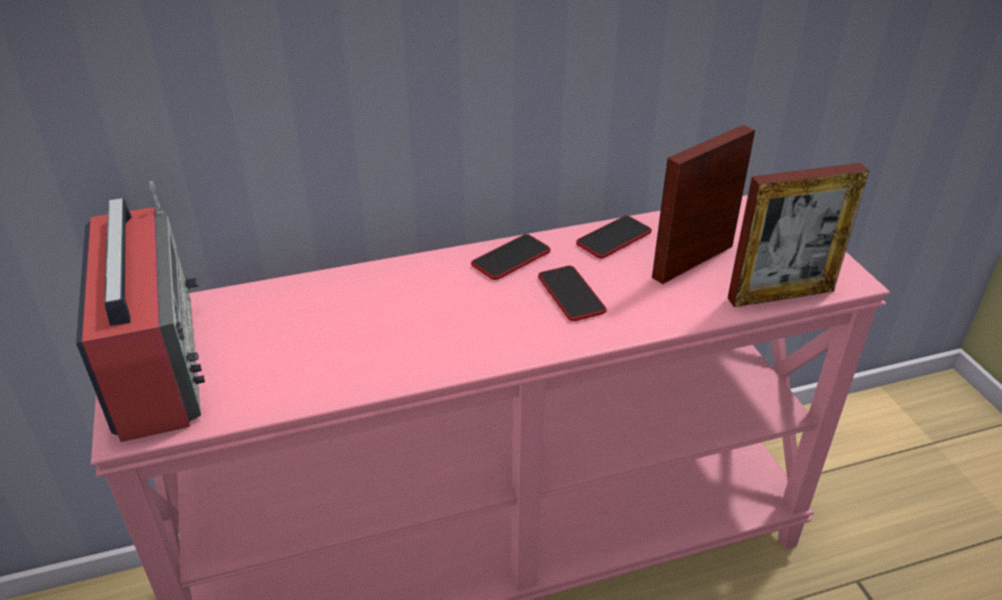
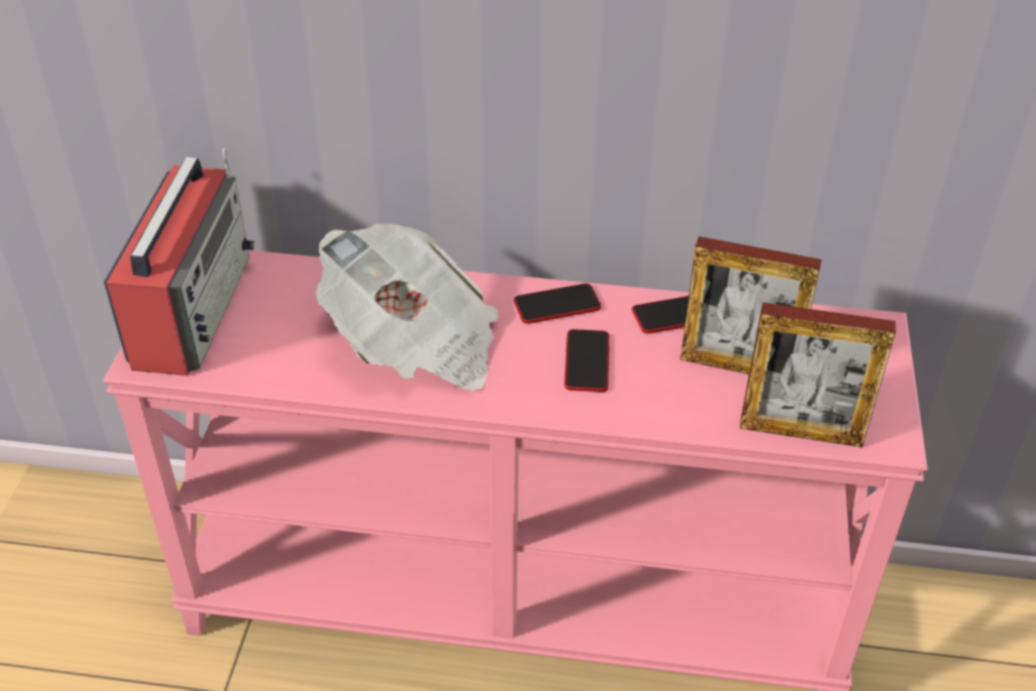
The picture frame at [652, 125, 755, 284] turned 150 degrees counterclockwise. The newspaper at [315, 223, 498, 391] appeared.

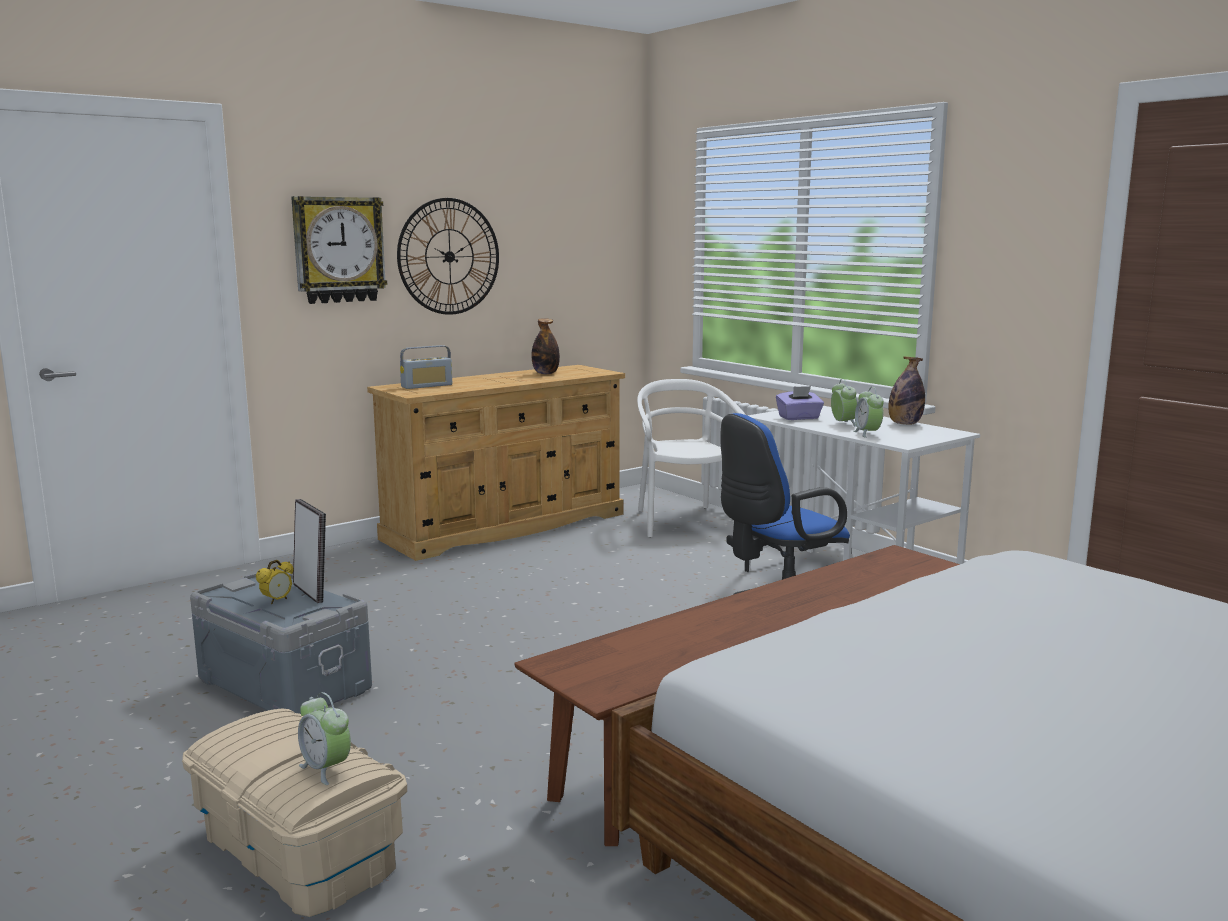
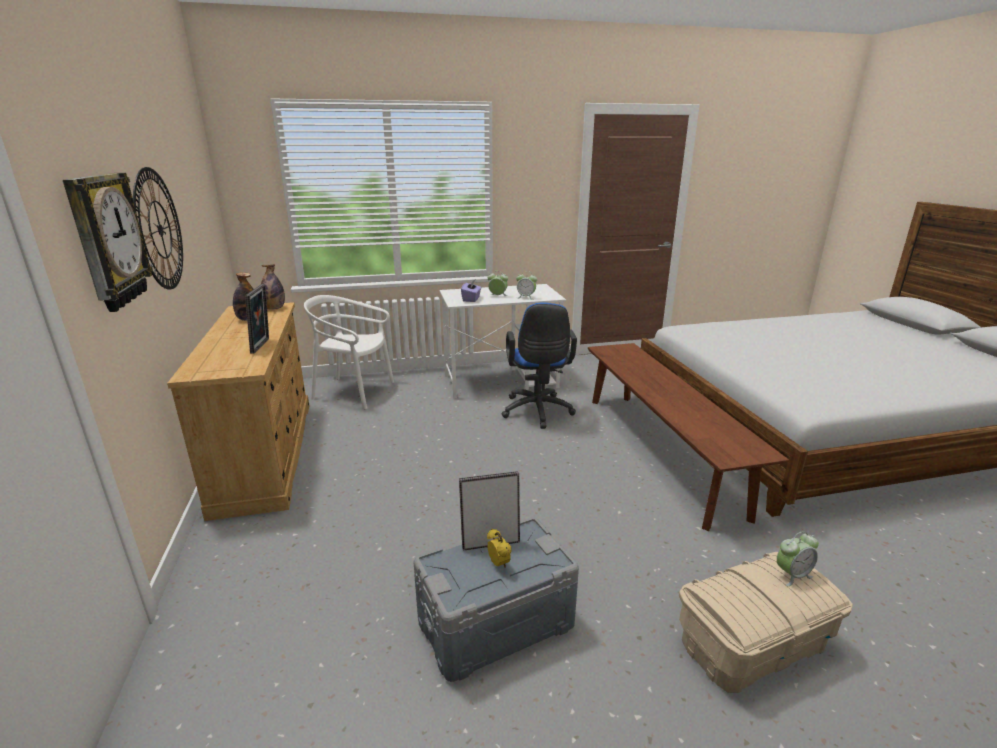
The radio at [400, 345, 452, 389] disappeared. The bottle moved from [888, 356, 925, 425] to [261, 264, 285, 310]. The picture frame at [245, 284, 269, 354] appeared.

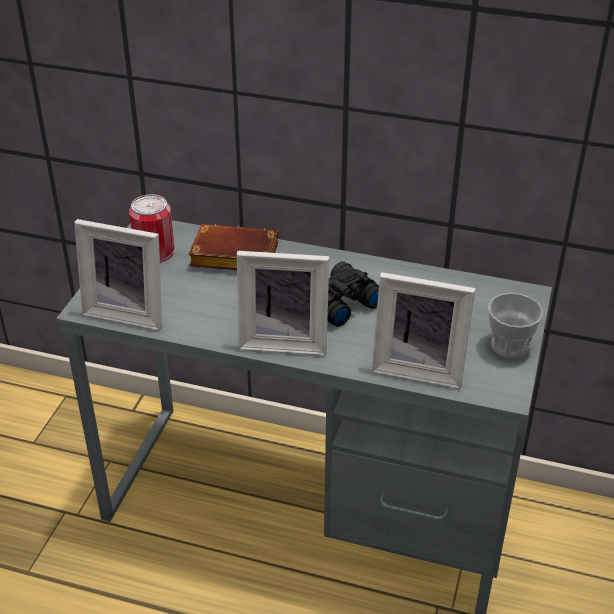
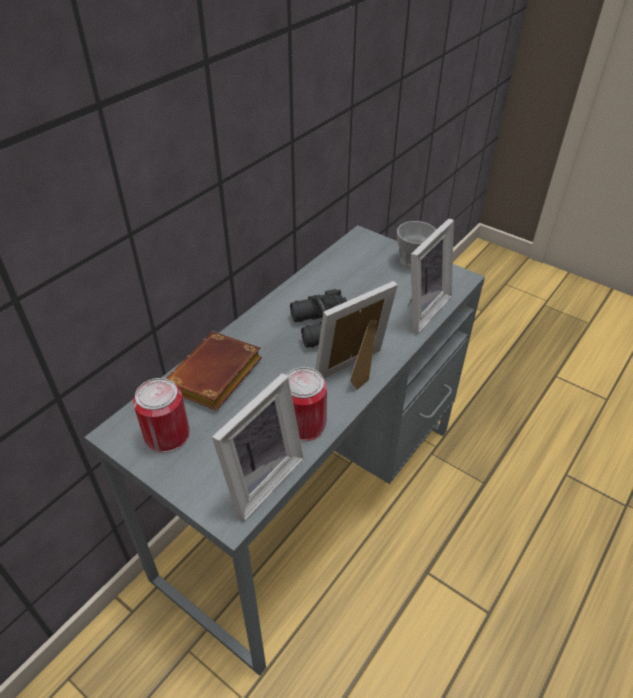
The picture frame at [237, 251, 329, 355] turned 150 degrees counterclockwise. The can at [286, 367, 327, 442] appeared.

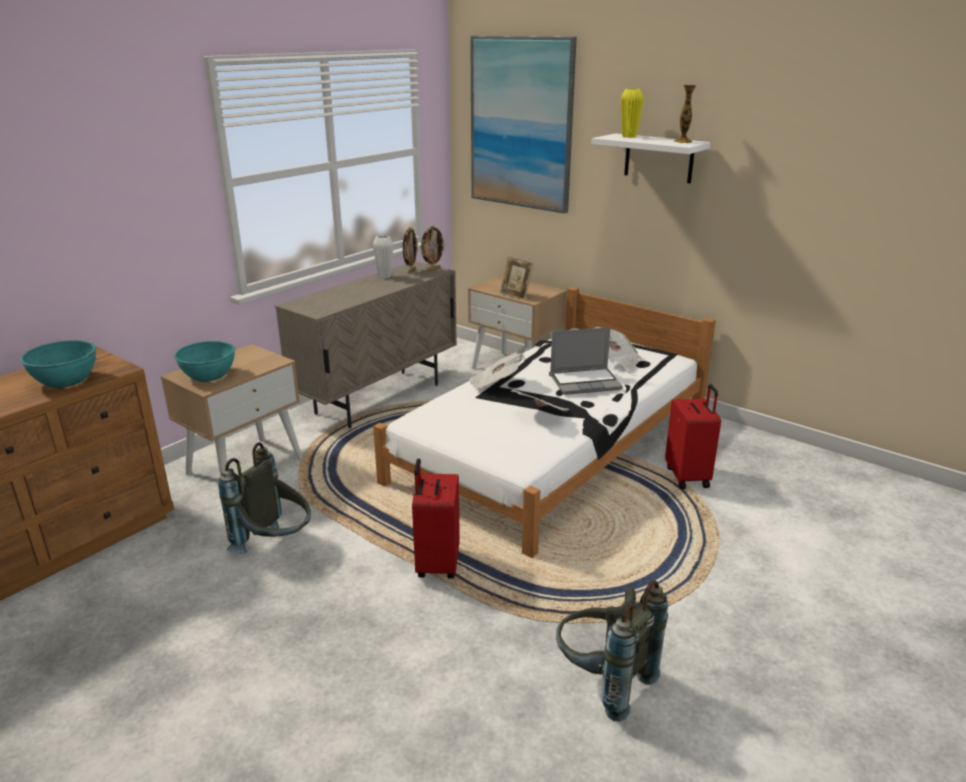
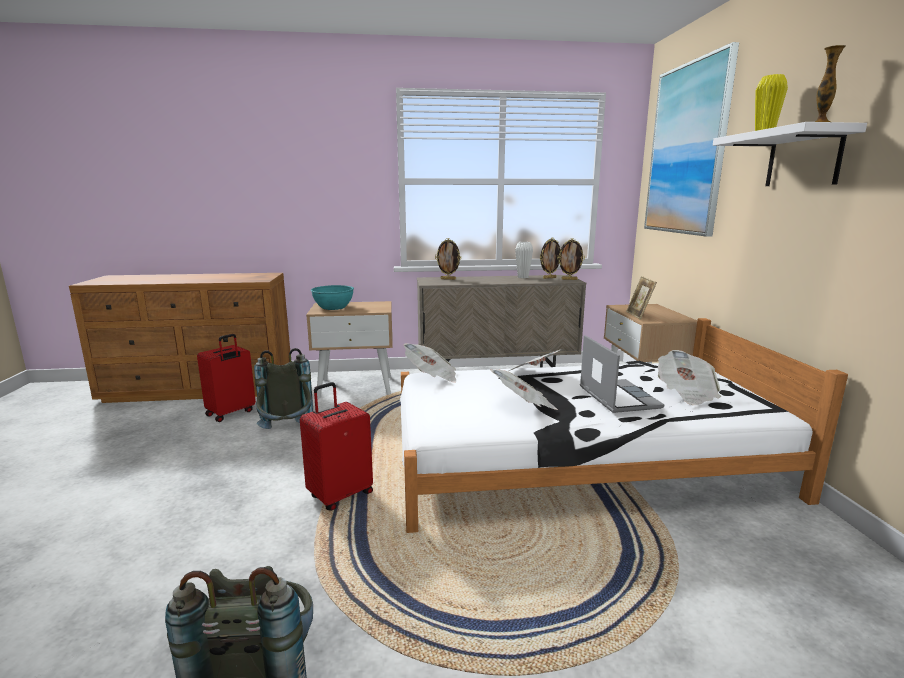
The turquoise bowl at [20, 340, 96, 388] disappeared. The laptop at [550, 327, 623, 395] turned 135 degrees counterclockwise. The red suitcase moved from [665, 384, 721, 489] to [197, 334, 256, 422]. The newspaper at [404, 343, 456, 382] appeared. The picture frame at [435, 238, 461, 280] appeared.

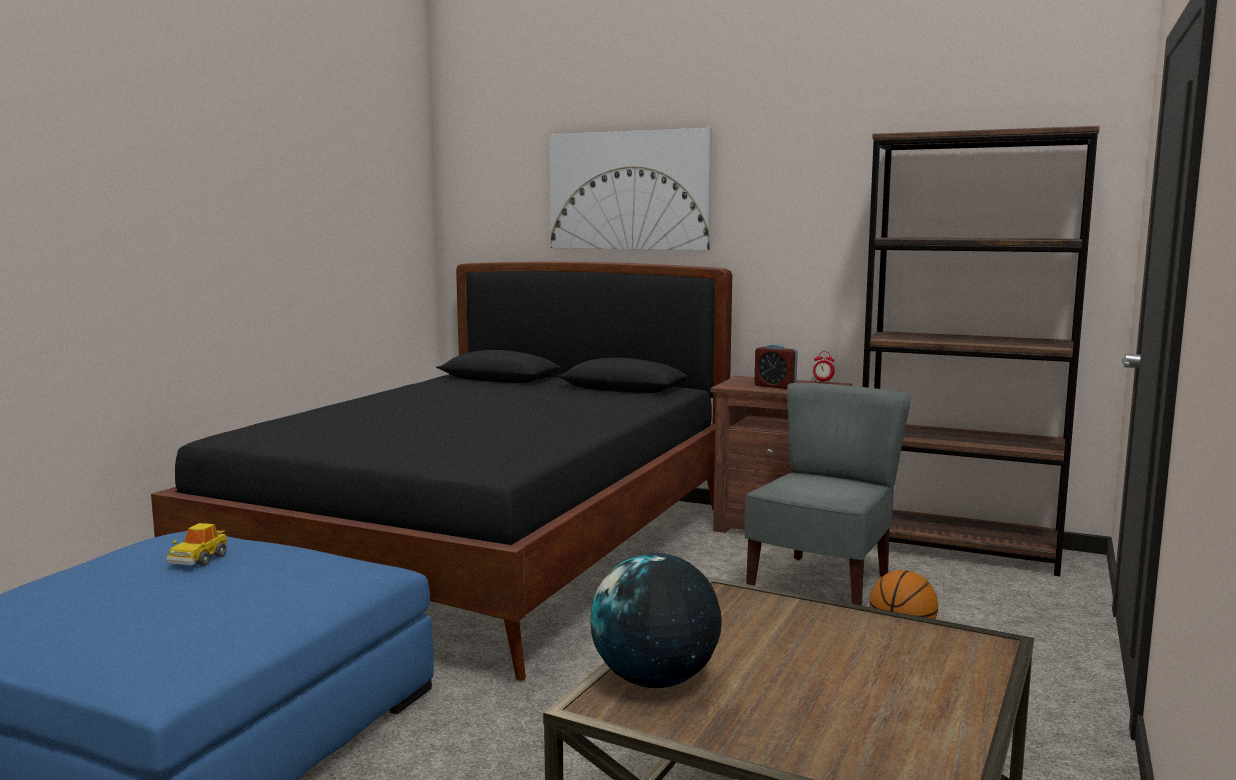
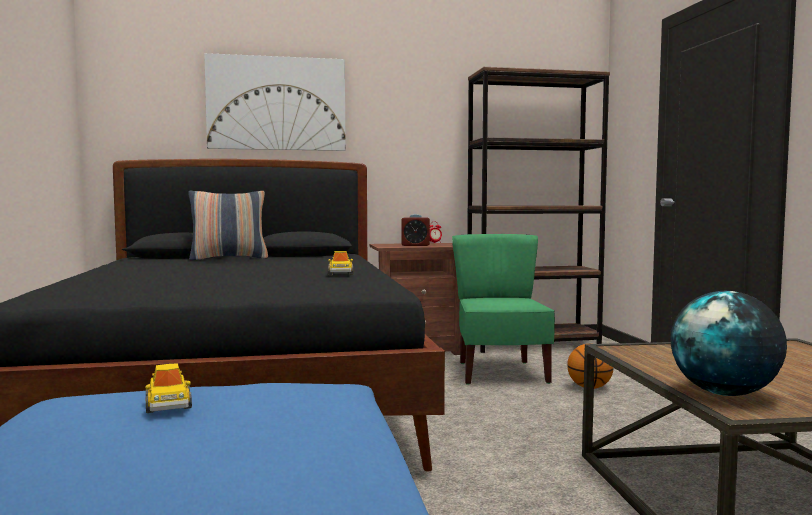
The grey chair at [745, 383, 911, 606] became the green chair at [452, 234, 555, 385]. The pillow at [188, 191, 268, 260] appeared. The toy car at [328, 251, 353, 275] appeared.

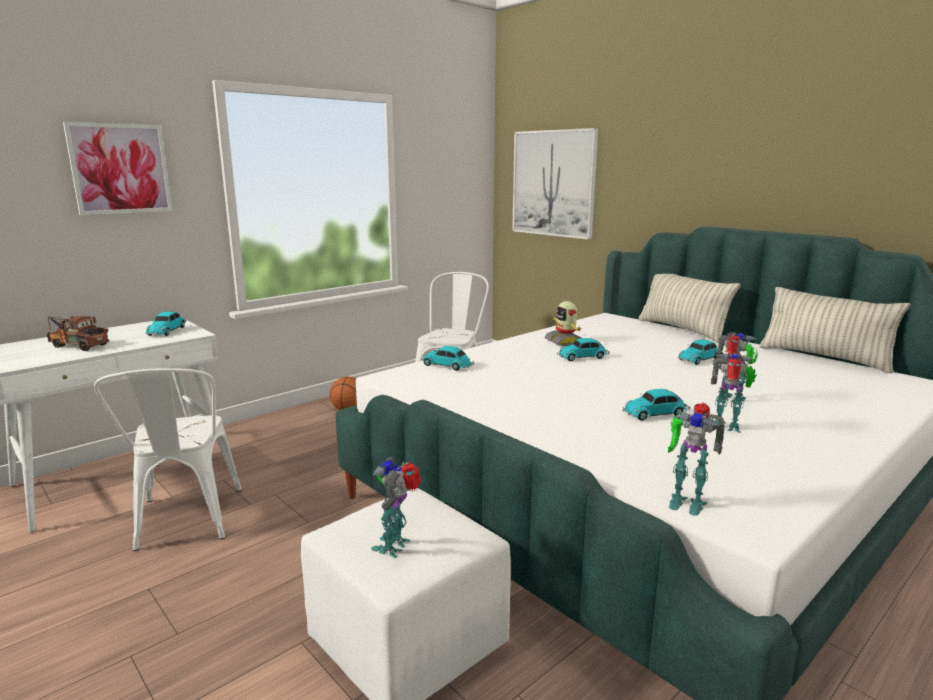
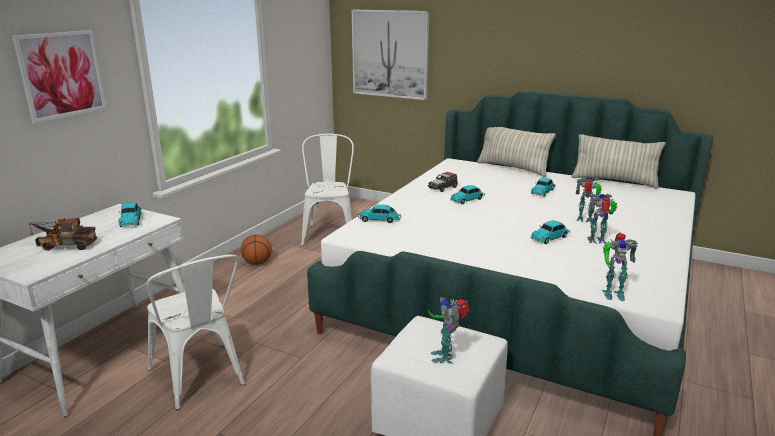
The toy robot at [544, 301, 582, 346] was replaced by the toy car at [428, 172, 458, 192].

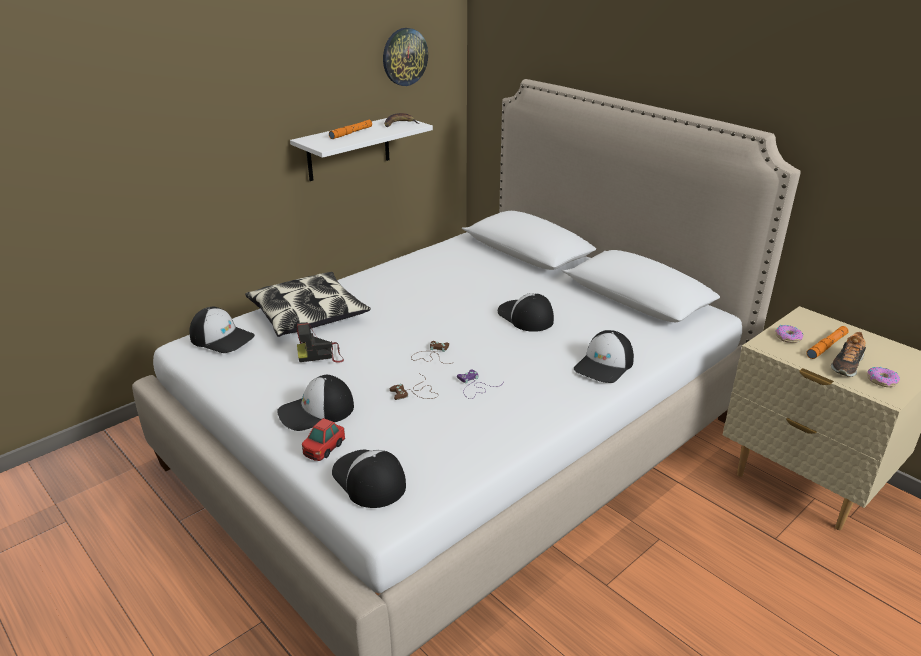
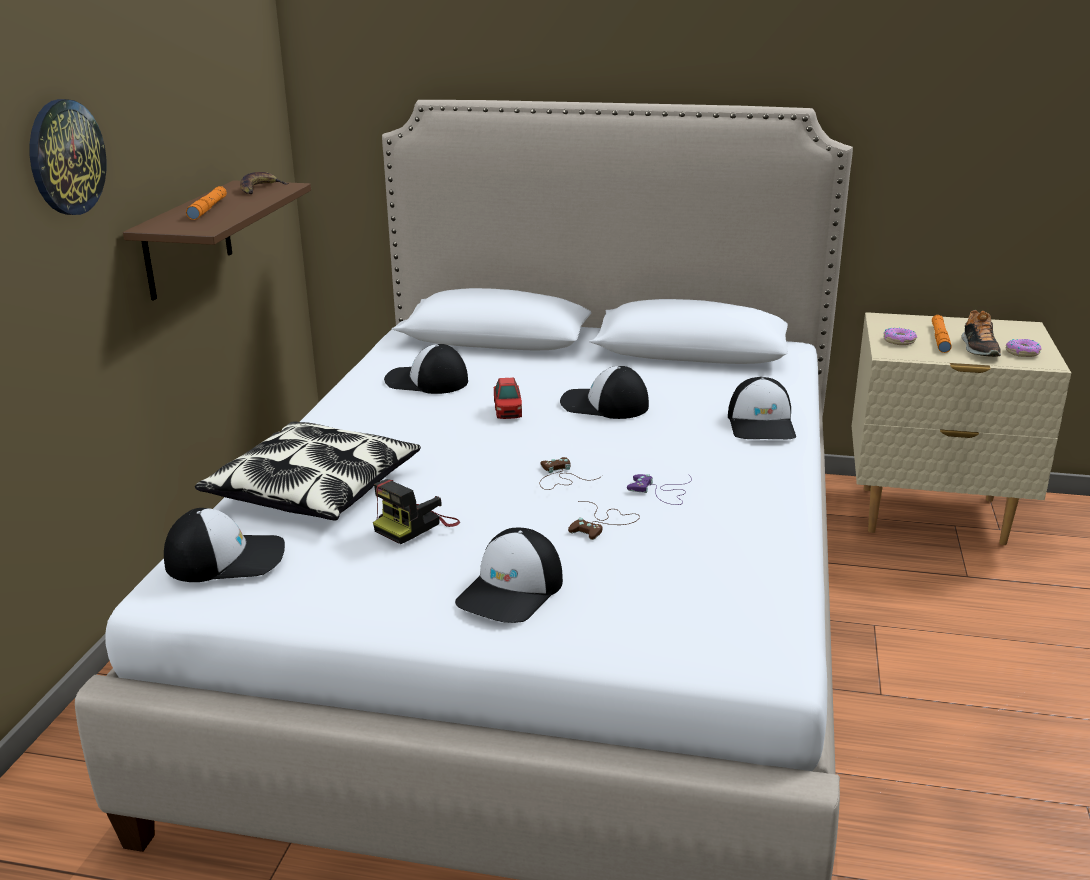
The white shelf at [290, 118, 433, 181] became the brown shelf at [123, 180, 311, 300]. The toy car moved from [302, 418, 345, 461] to [494, 377, 522, 419]. The cap moved from [332, 450, 406, 508] to [384, 344, 468, 394]. The wall clock moved from [383, 28, 428, 86] to [30, 99, 106, 215].

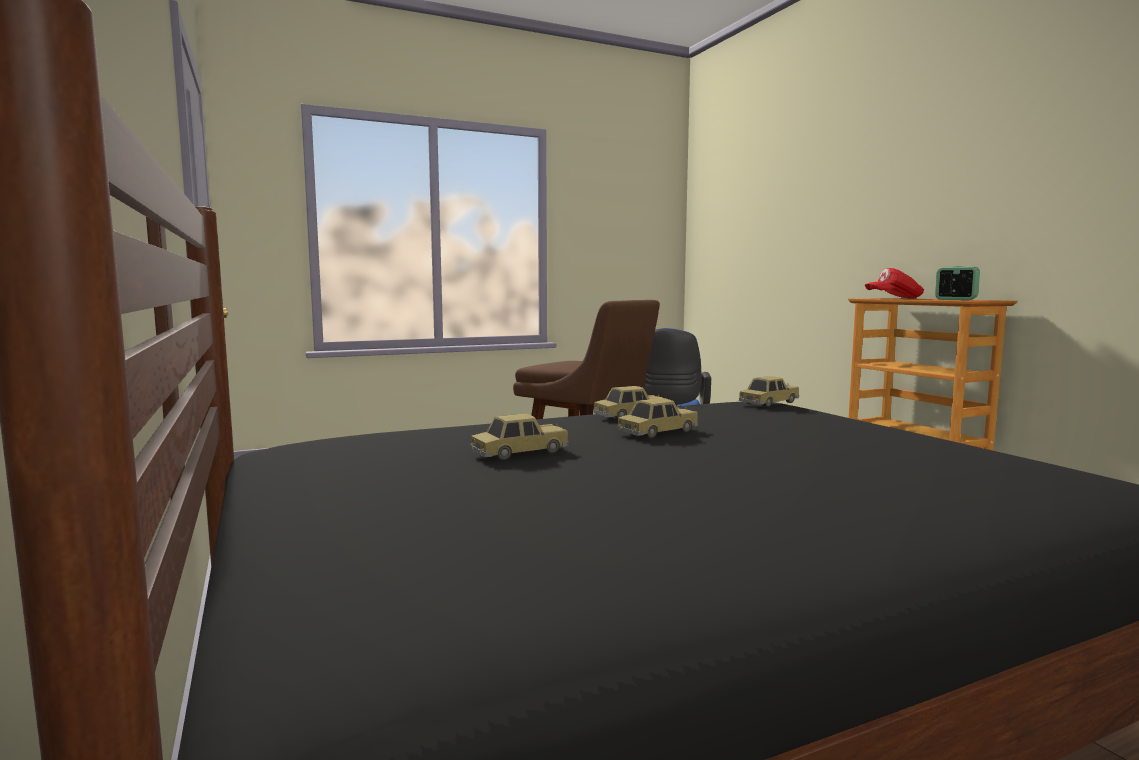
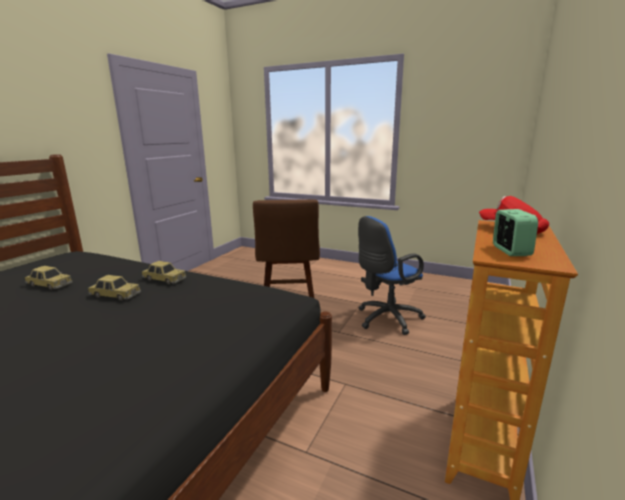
The toy car at [739, 376, 799, 407] disappeared.

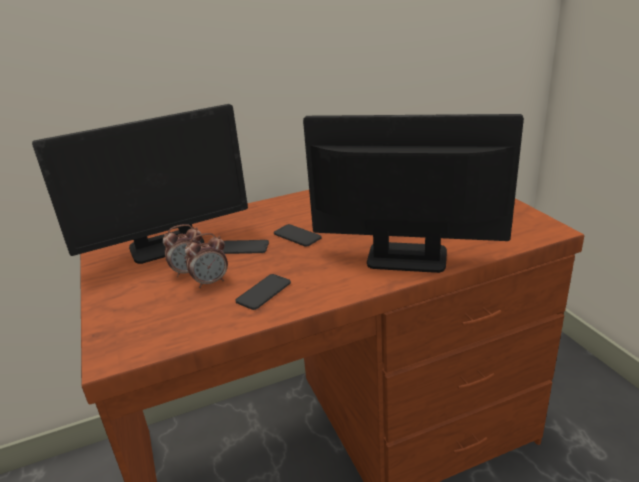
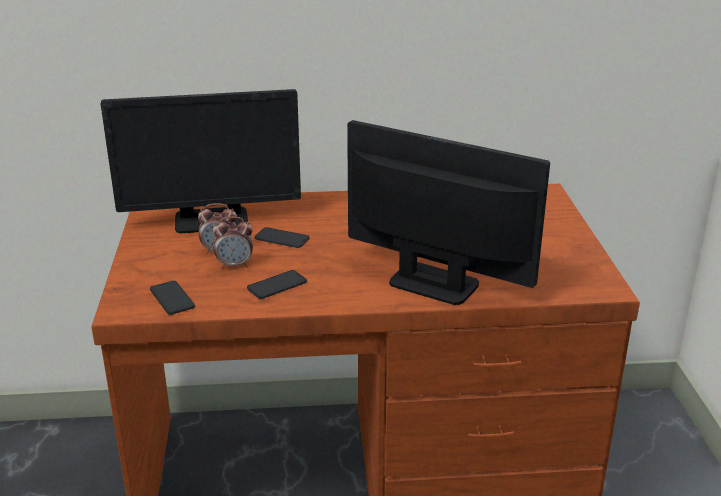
The phone moved from [274, 224, 322, 247] to [150, 281, 195, 315].

